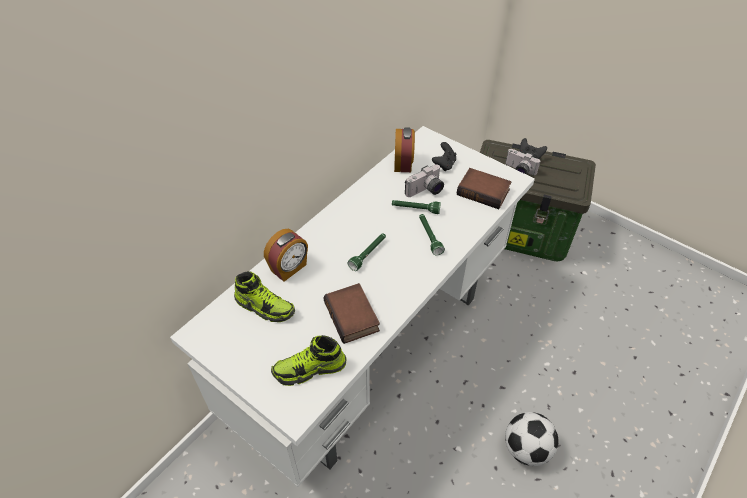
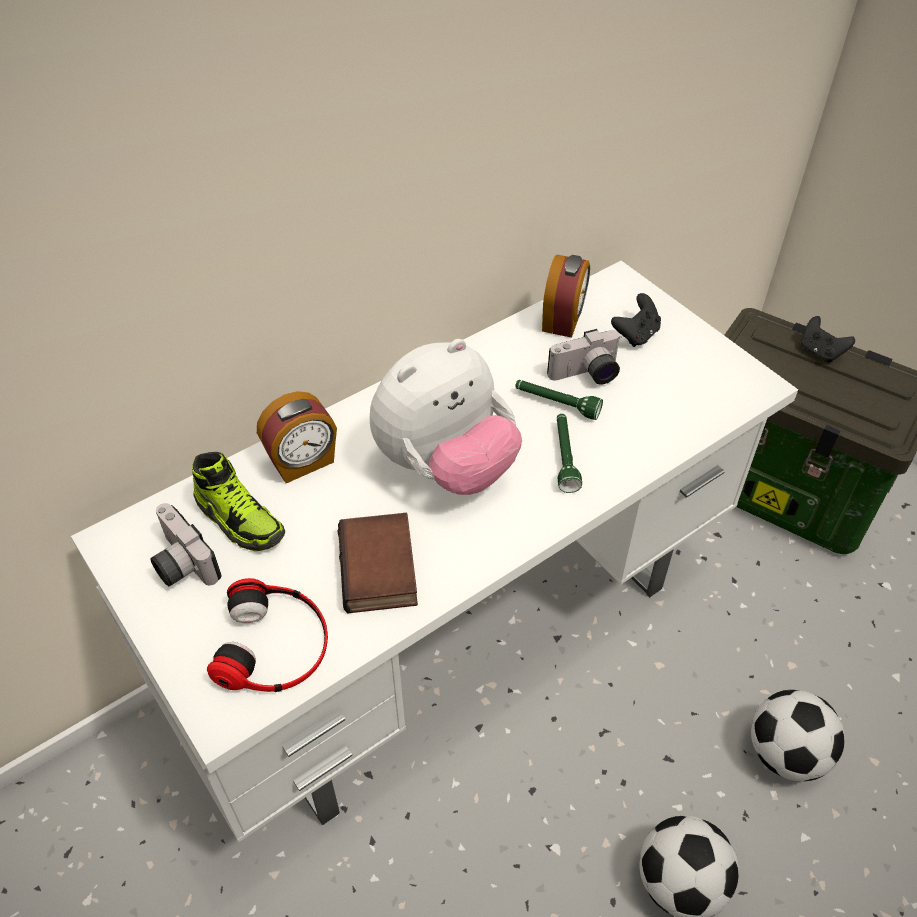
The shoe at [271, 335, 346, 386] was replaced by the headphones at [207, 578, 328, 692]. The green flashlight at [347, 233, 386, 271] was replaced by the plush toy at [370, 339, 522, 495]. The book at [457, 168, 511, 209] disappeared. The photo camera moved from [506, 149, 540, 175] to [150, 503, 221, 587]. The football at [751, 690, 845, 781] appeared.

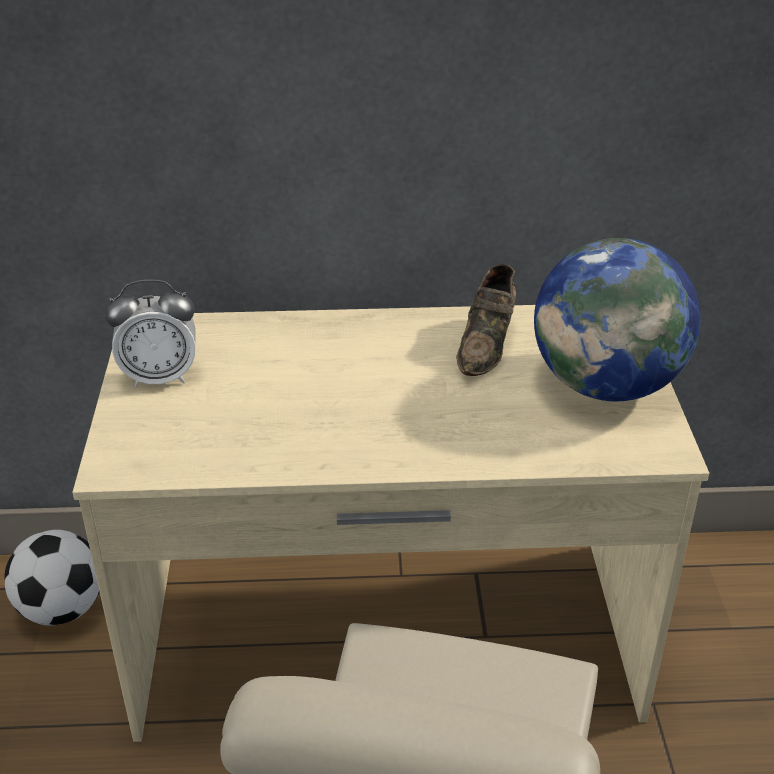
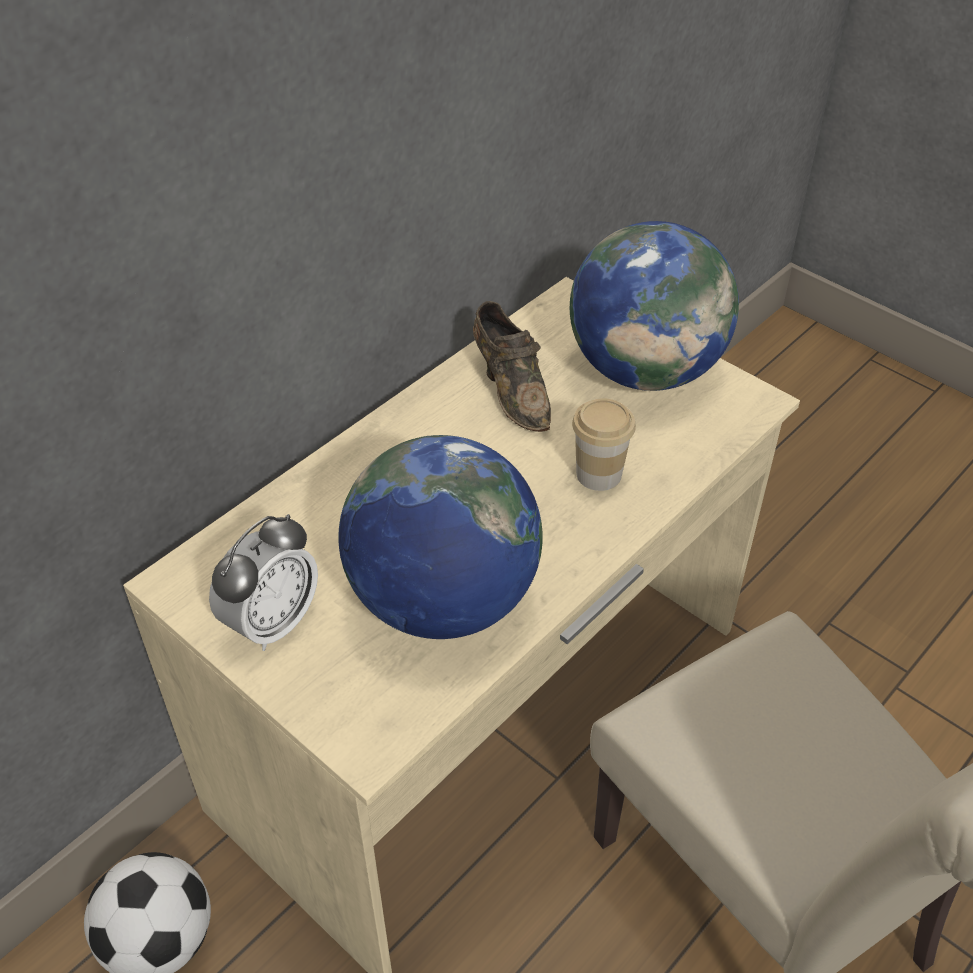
The globe at [338, 435, 543, 639] appeared. The cup at [572, 398, 636, 491] appeared.

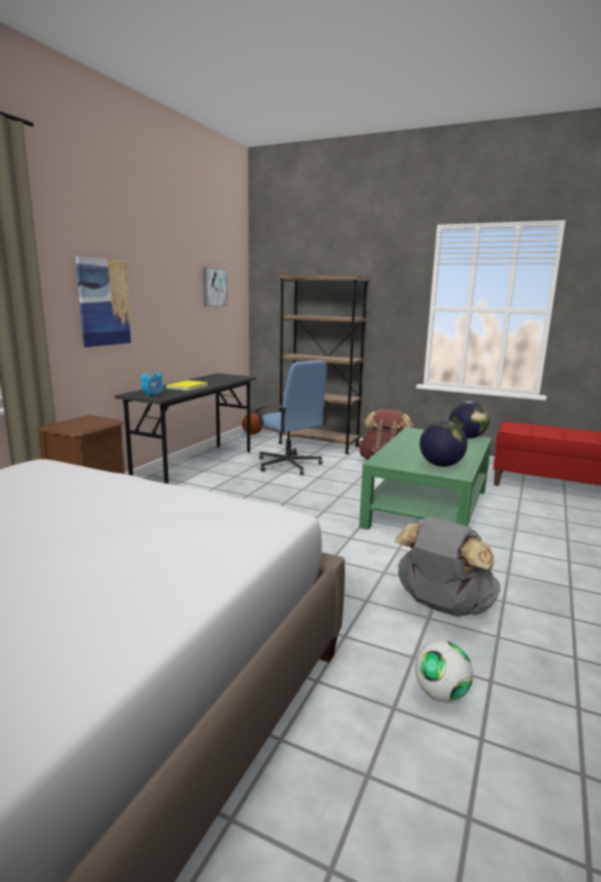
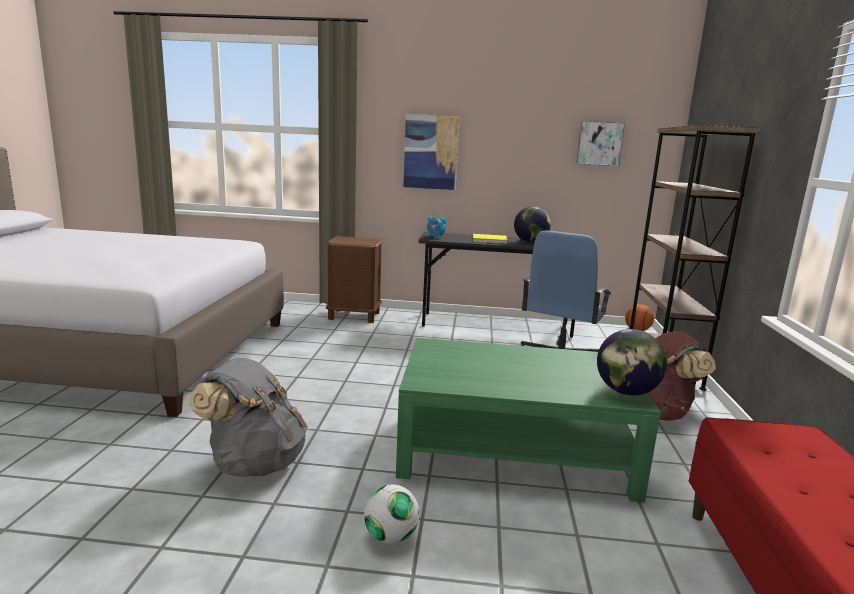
The football moved from [415, 640, 473, 702] to [364, 485, 419, 544]. The globe moved from [420, 420, 468, 467] to [514, 206, 551, 243].

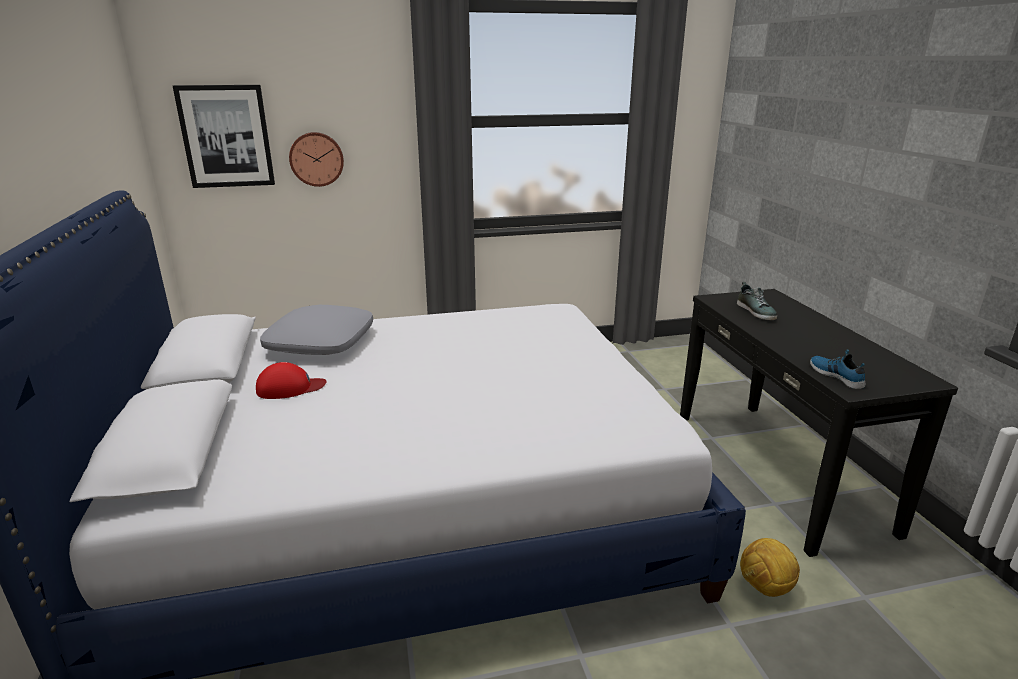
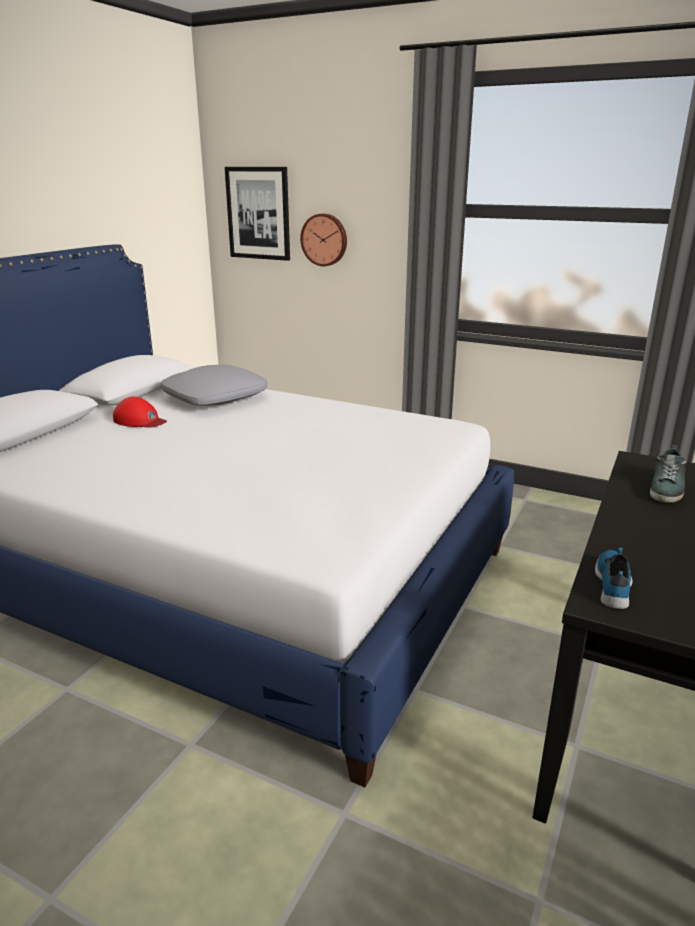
The football at [740, 538, 800, 597] disappeared.

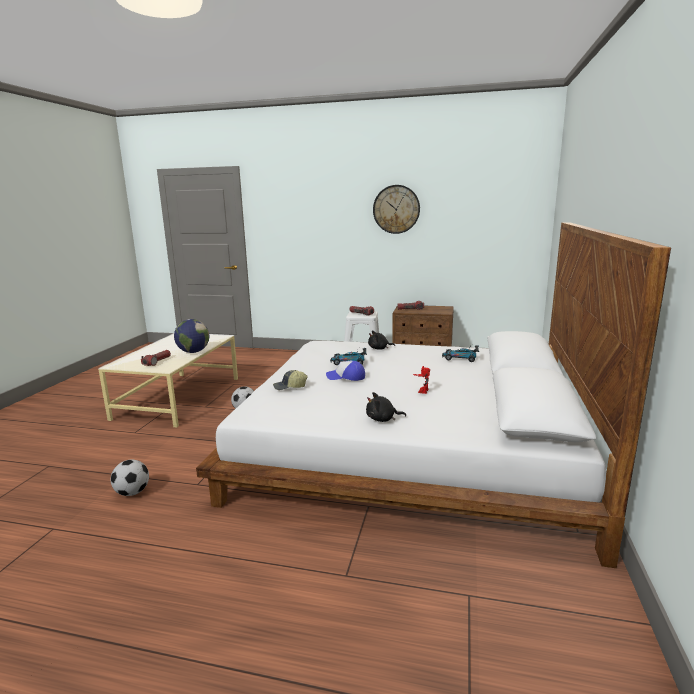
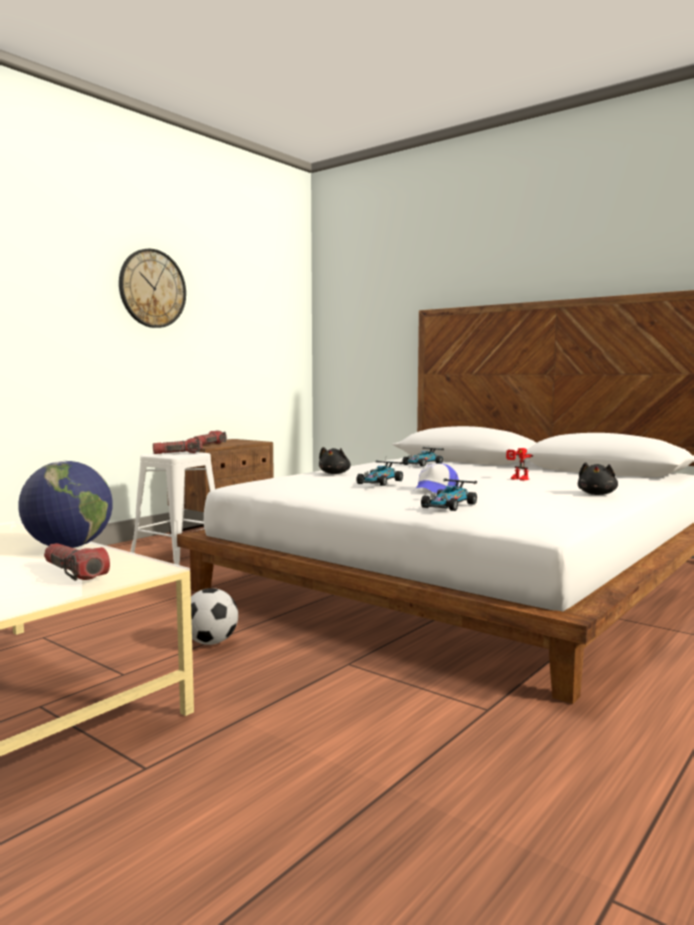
The football at [111, 460, 149, 496] disappeared. The cap at [273, 370, 307, 390] was replaced by the toy car at [421, 475, 477, 511].

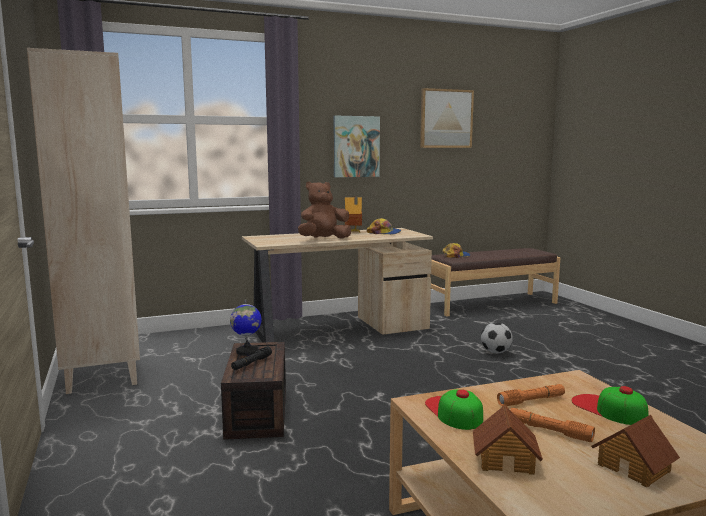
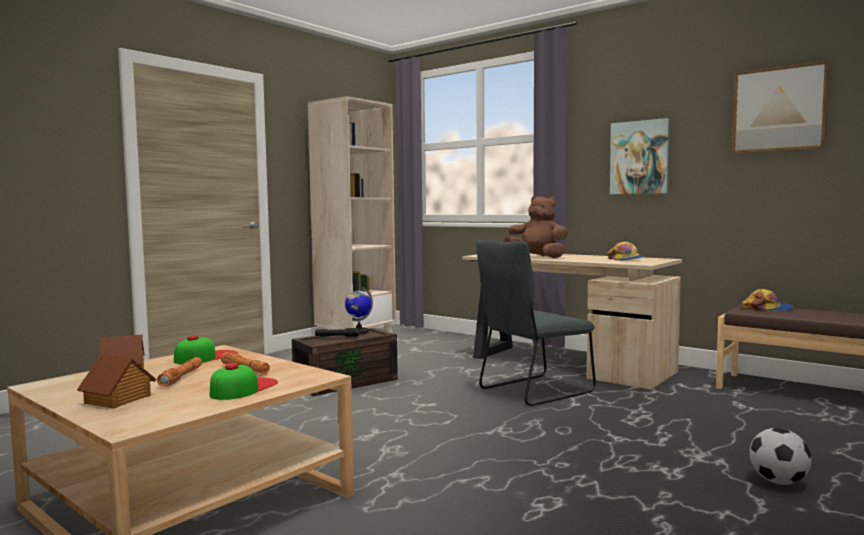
The toy house at [345, 196, 362, 232] disappeared. The football moved from [481, 322, 513, 353] to [749, 428, 812, 485]. The grey chair at [476, 240, 596, 406] appeared.

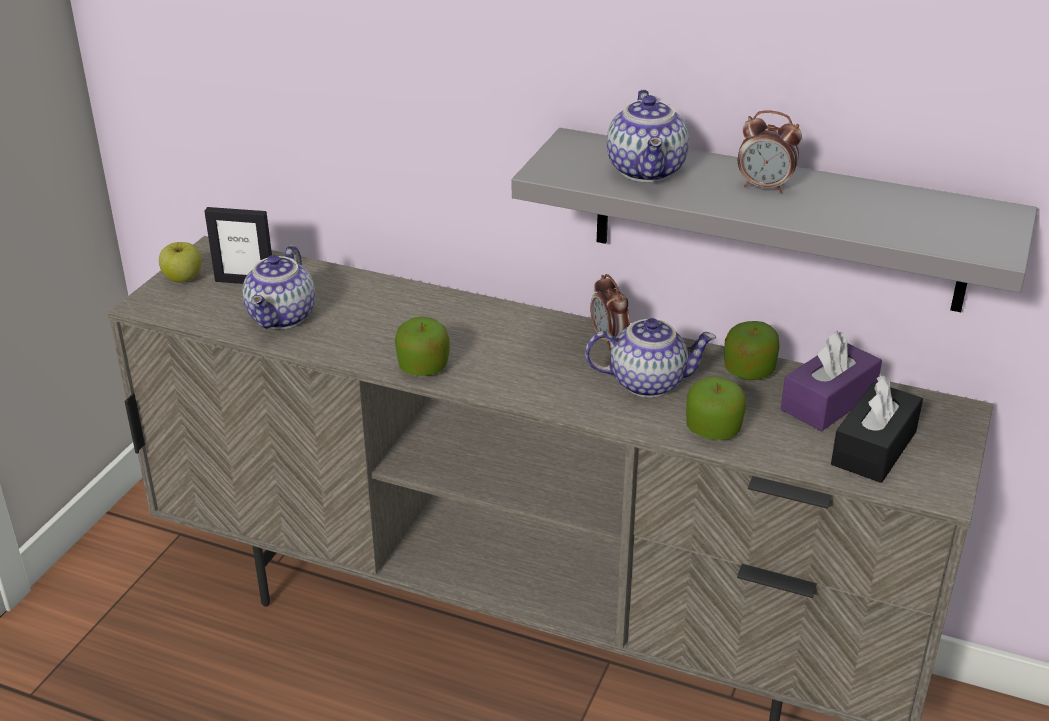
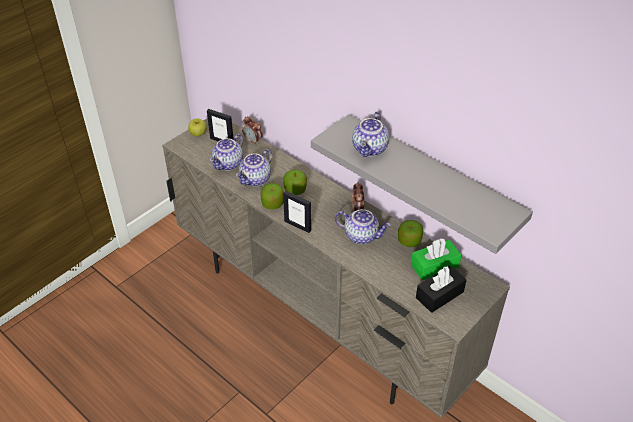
The apple moved from [686, 376, 746, 440] to [283, 169, 307, 195]. The alarm clock moved from [738, 110, 802, 193] to [242, 116, 263, 145]. The purple tissue box at [781, 331, 882, 431] became the green tissue box at [411, 239, 462, 280]. The teapot at [236, 149, 272, 186] appeared. The picture frame at [283, 191, 311, 233] appeared.

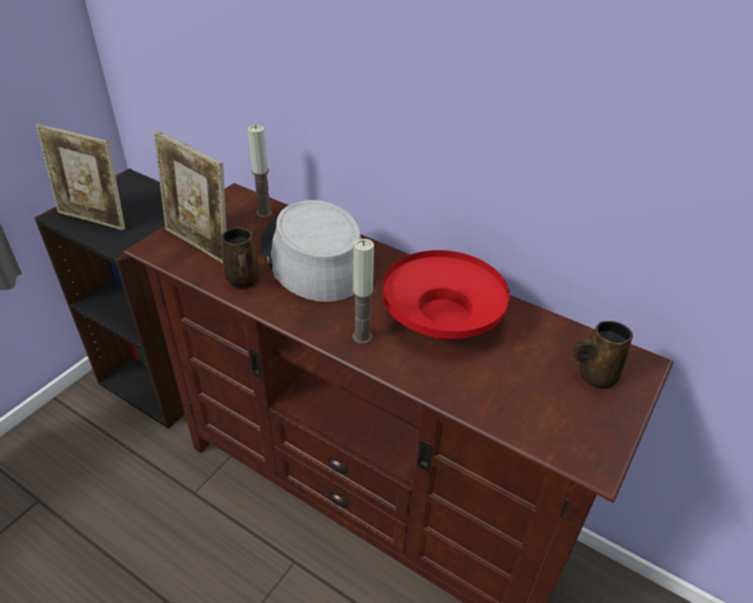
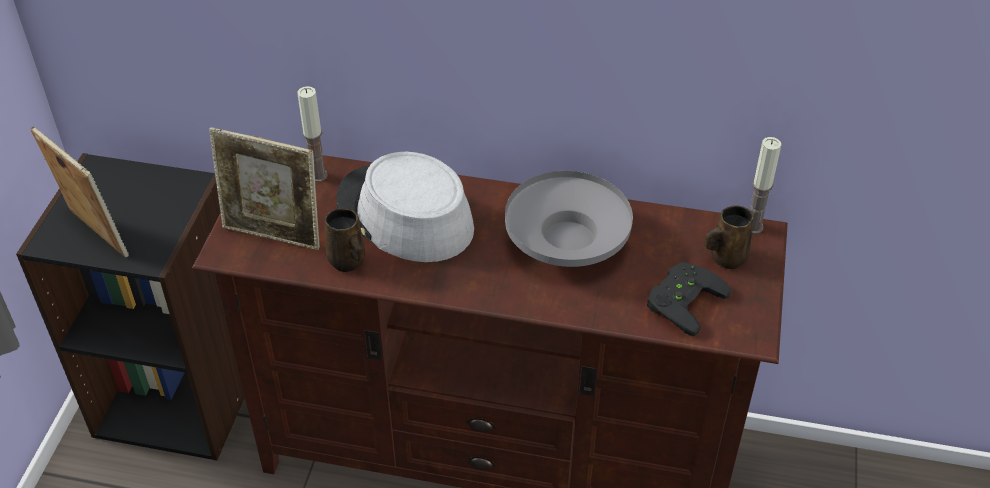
The picture frame at [36, 124, 125, 231] turned 135 degrees counterclockwise. The candle moved from [352, 239, 374, 344] to [750, 137, 781, 234]. The red bowl at [382, 250, 510, 340] became the grey bowl at [505, 171, 633, 267]. The black game controller at [647, 262, 731, 336] appeared.

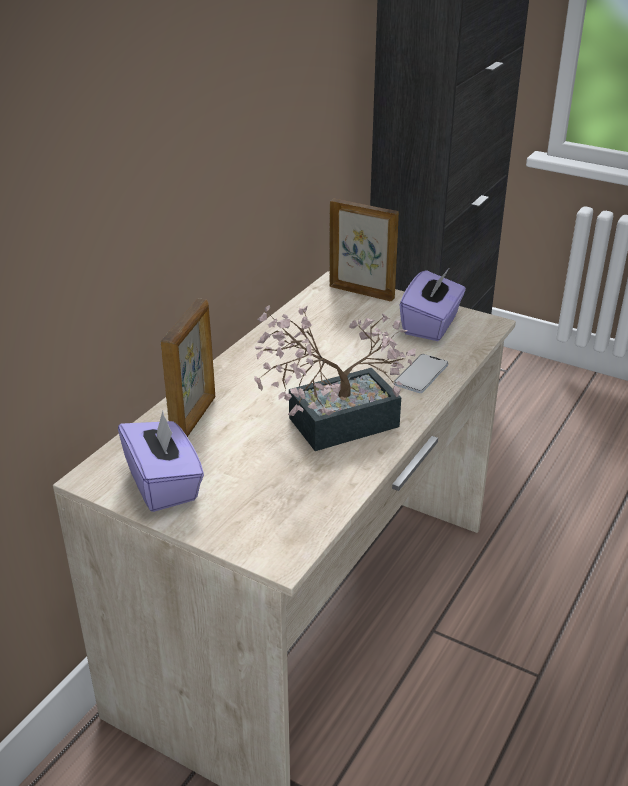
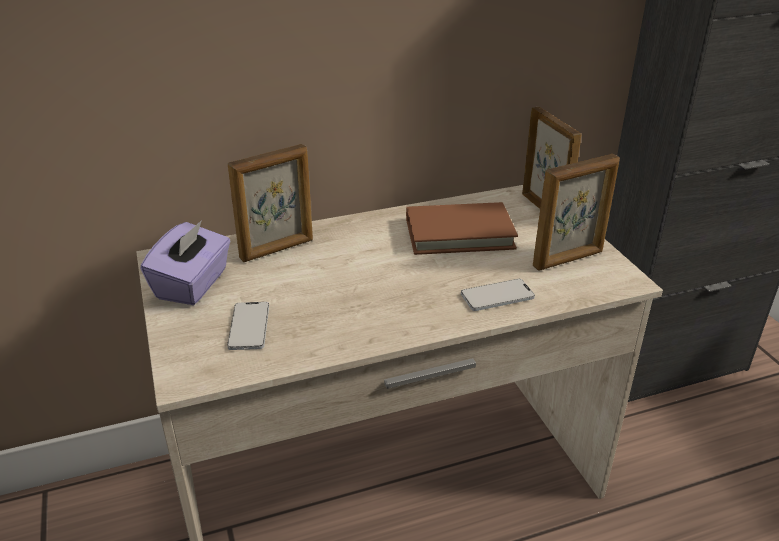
The potted plant at [254, 305, 416, 451] disappeared. The purple tissue box at [399, 269, 466, 341] was replaced by the picture frame at [533, 154, 620, 271]. The phone at [227, 302, 269, 350] appeared. The brown book at [406, 202, 518, 255] appeared.

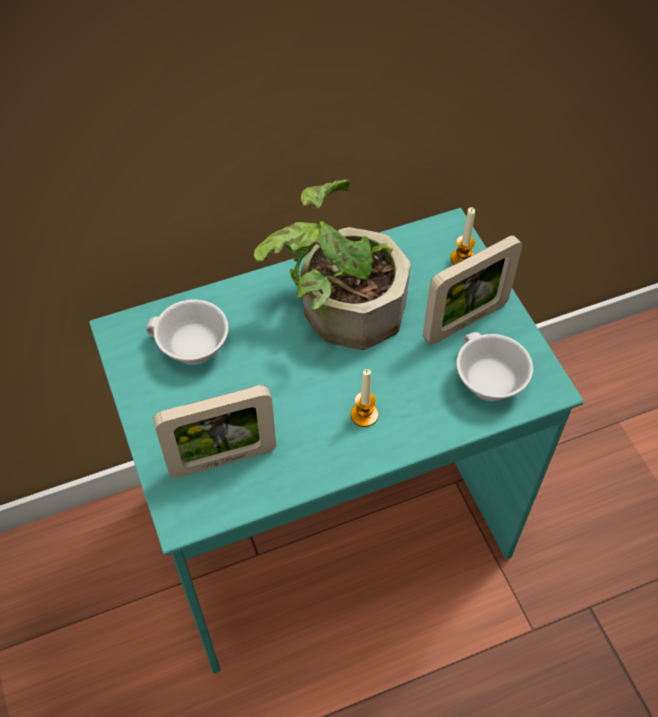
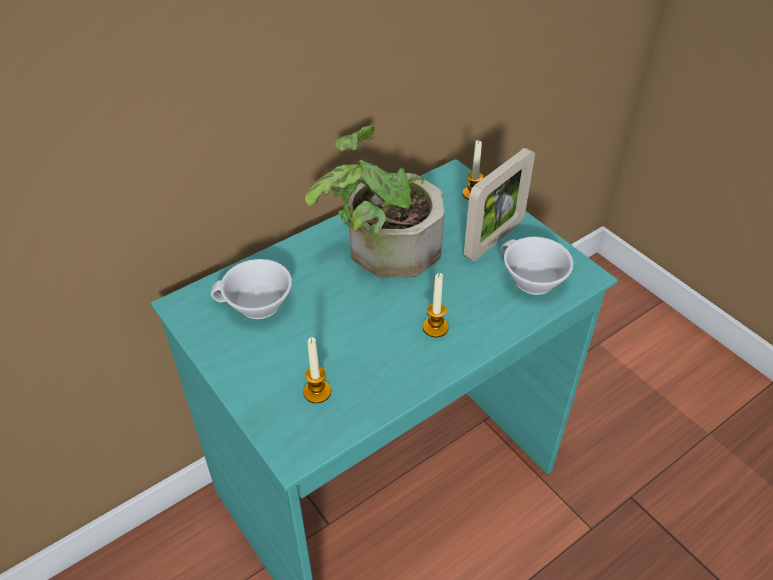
The picture frame at [153, 385, 276, 478] was replaced by the candle at [303, 337, 331, 403].

